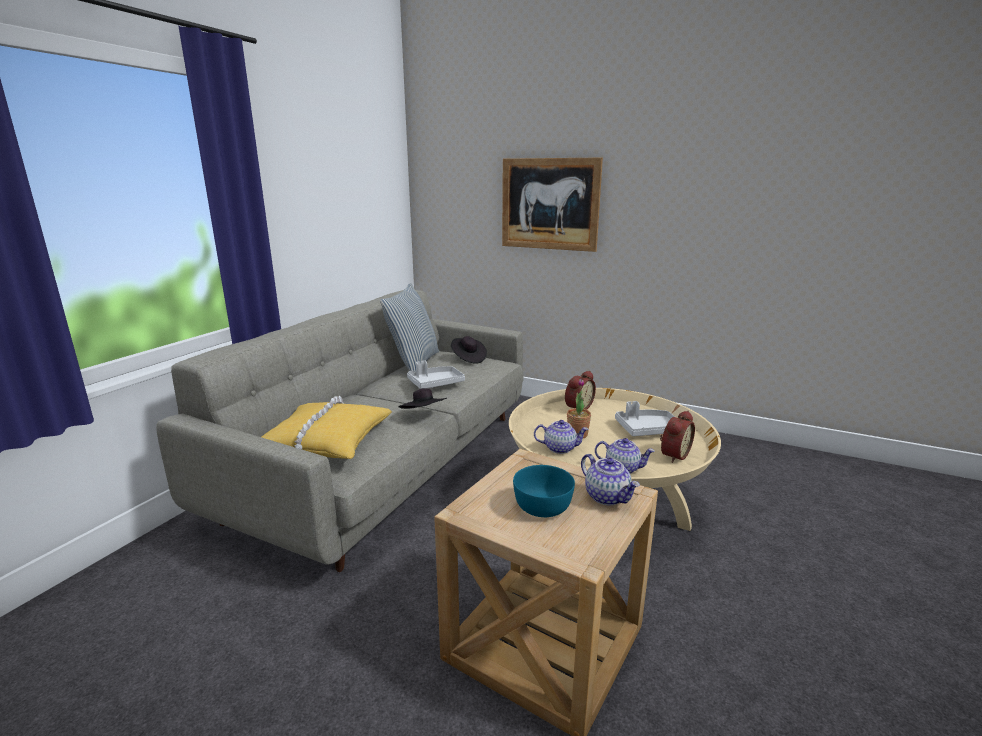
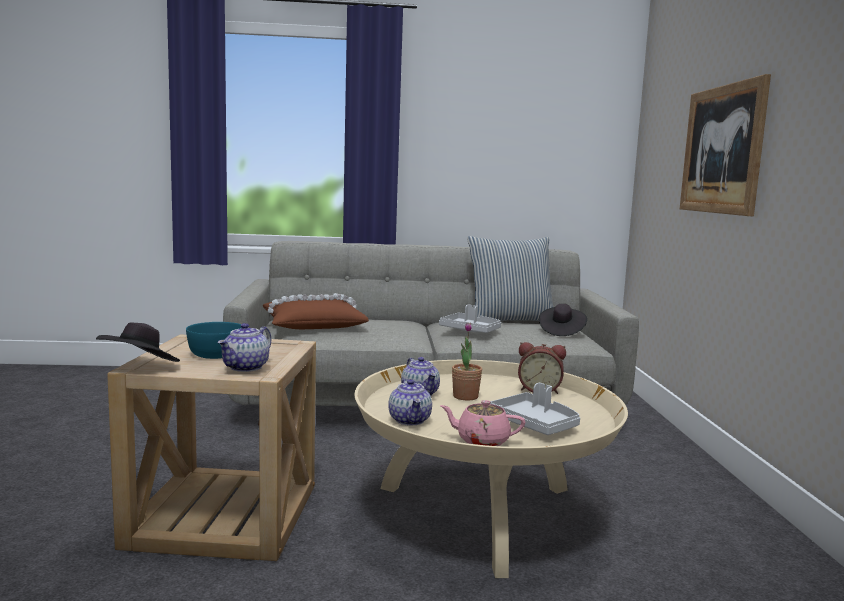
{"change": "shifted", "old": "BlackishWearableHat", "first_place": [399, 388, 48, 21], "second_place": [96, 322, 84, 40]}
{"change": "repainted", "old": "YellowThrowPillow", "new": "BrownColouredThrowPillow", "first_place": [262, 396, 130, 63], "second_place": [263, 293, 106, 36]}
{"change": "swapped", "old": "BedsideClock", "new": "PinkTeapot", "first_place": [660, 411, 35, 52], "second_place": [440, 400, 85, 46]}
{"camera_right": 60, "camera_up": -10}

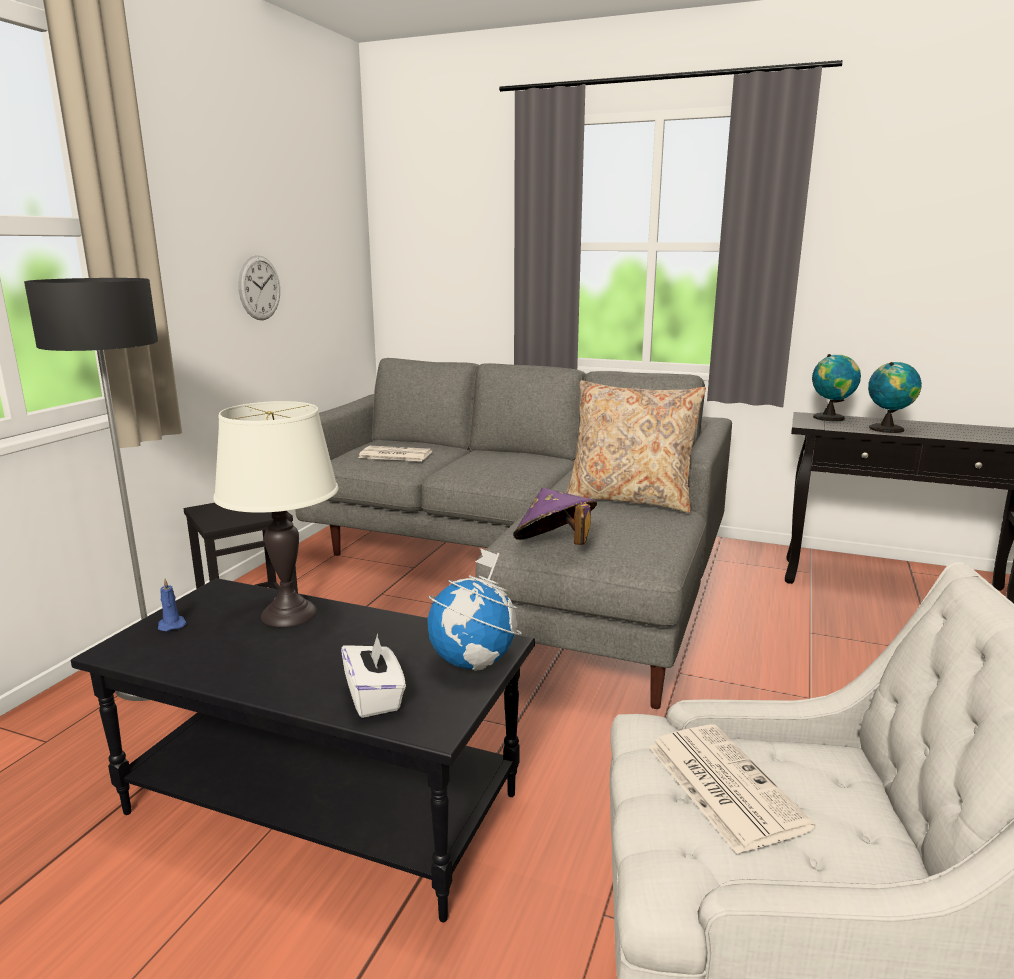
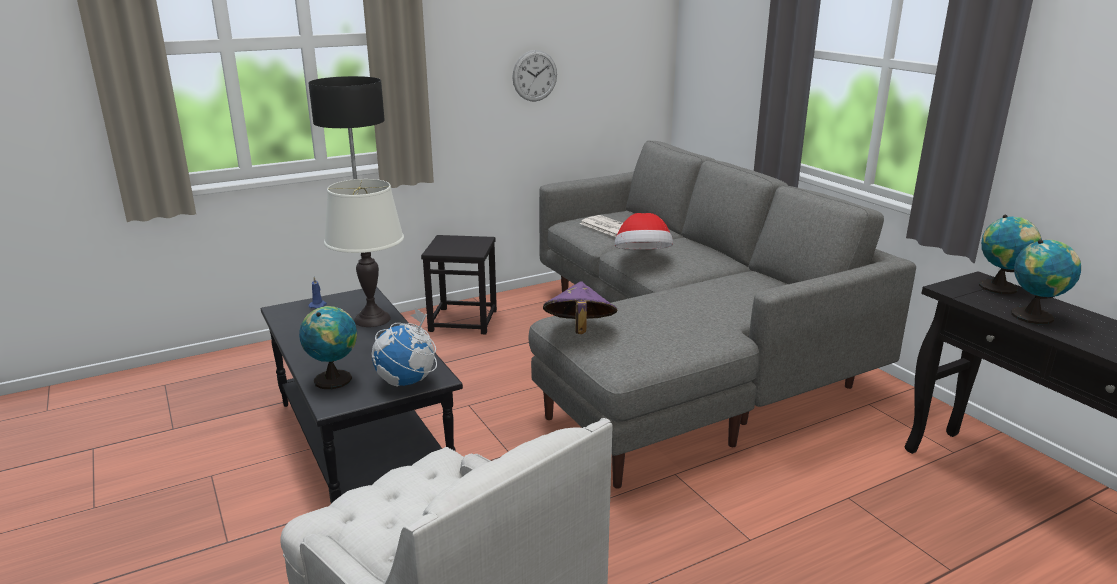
{"change": "gone", "old": "BeigeThrowPillow", "first_place": [566, 380, 140, 133]}
{"change": "swapped", "old": "WhiteBoxOfTissues", "new": "Globe", "first_place": [341, 634, 65, 84], "second_place": [299, 306, 58, 83]}
{"change": "gone", "old": "Newspaper", "first_place": [649, 724, 166, 130]}
{"change": "new", "new": "WearableHat", "second_place": [615, 213, 58, 37]}
{"camera_right": 40, "camera_up": 5}

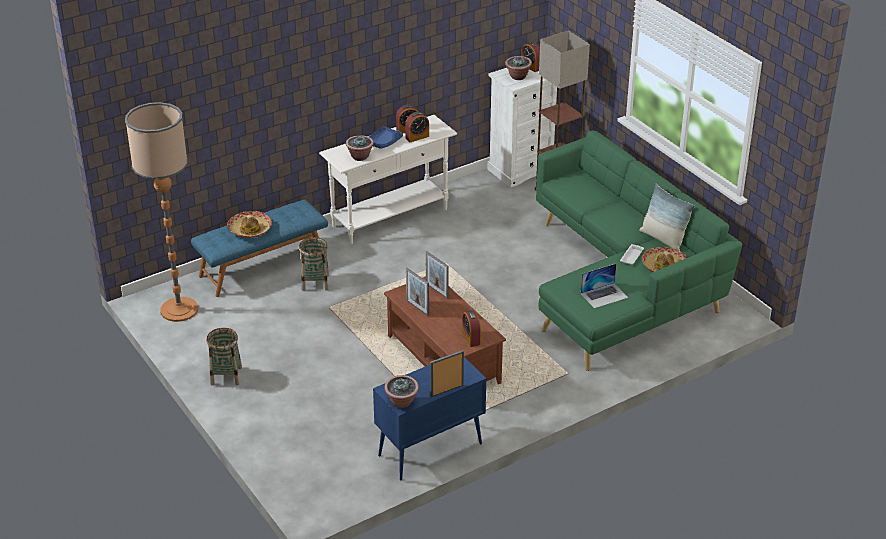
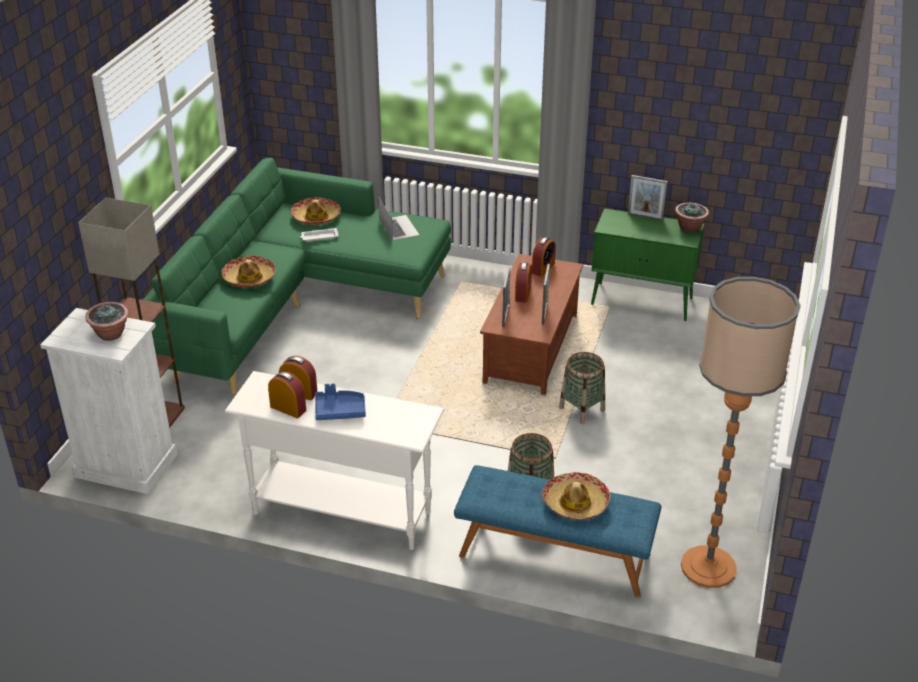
{"change": "shifted", "old": "BedsideClock", "first_place": [521, 42, 19, 30], "second_place": [515, 262, 17, 41]}
{"change": "gone", "old": "PlantInAPot", "first_place": [346, 135, 28, 26]}
{"change": "gone", "old": "ThrowPillow", "first_place": [639, 184, 56, 67]}
{"change": "rotated", "old": "NotebookComputer", "first_place": [581, 264, 47, 44], "second_place": [378, 197, 41, 44], "degrees": 45}
{"change": "shifted", "old": "StorageBasket", "first_place": [206, 328, 36, 57], "second_place": [559, 352, 46, 72]}
{"change": "repainted", "old": "BluishStorageCabinet", "new": "GreenStorageCabinet", "first_place": [373, 357, 113, 123], "second_place": [591, 208, 114, 113]}
{"change": "new", "new": "WearableHat", "second_place": [222, 256, 54, 31]}
{"camera_right": -130, "camera_up": 0}

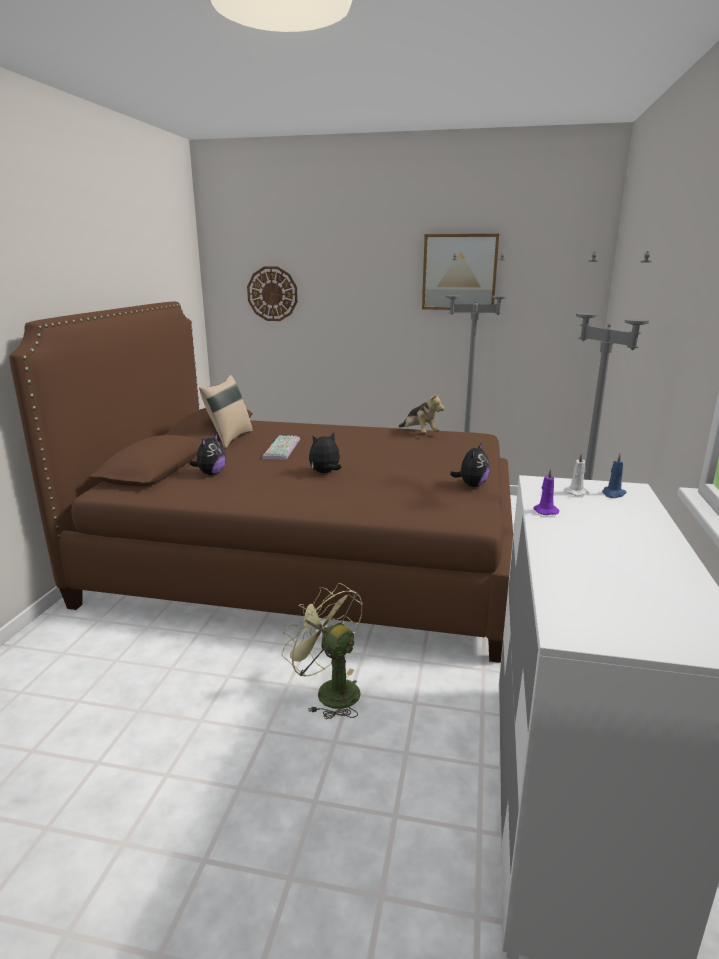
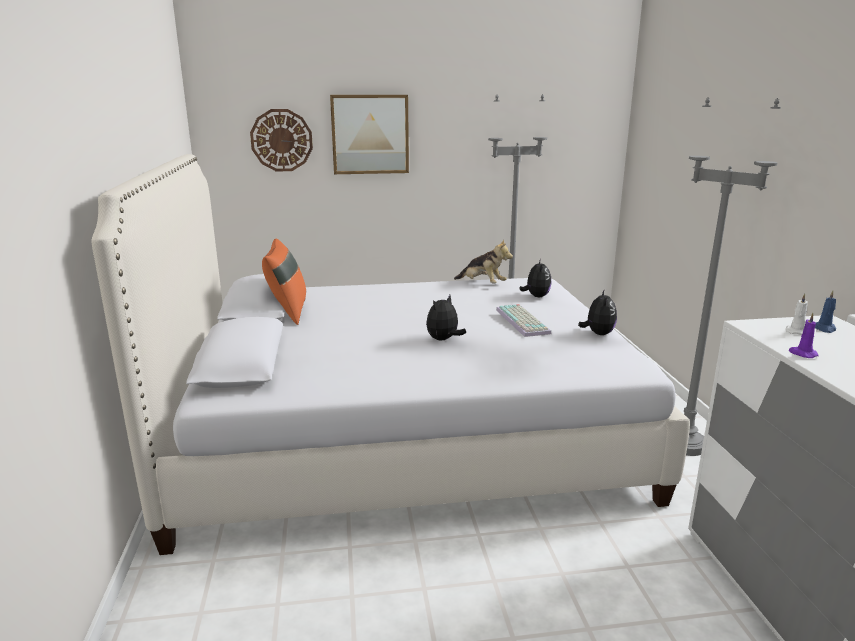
{"change": "shifted", "old": "Picture", "first_place": [422, 234, 77, 76], "second_place": [330, 95, 79, 79]}
{"change": "repainted", "old": "BrownColouredSleepingBed", "new": "WhiteSleepingBed", "first_place": [9, 301, 504, 362], "second_place": [91, 154, 599, 401]}
{"change": "repainted", "old": "BeigeThrowPillow", "new": "OrangeColouredThrowPillow", "first_place": [199, 375, 54, 73], "second_place": [262, 238, 44, 87]}
{"change": "shifted", "old": "PlushToy", "first_place": [190, 433, 36, 42], "second_place": [519, 259, 33, 38]}
{"change": "shifted", "old": "PcKeyboard", "first_place": [262, 435, 38, 25], "second_place": [496, 304, 56, 33]}
{"change": "gone", "old": "GreenElectricFan", "first_place": [282, 583, 81, 136]}
{"camera_right": -20, "camera_up": 0}

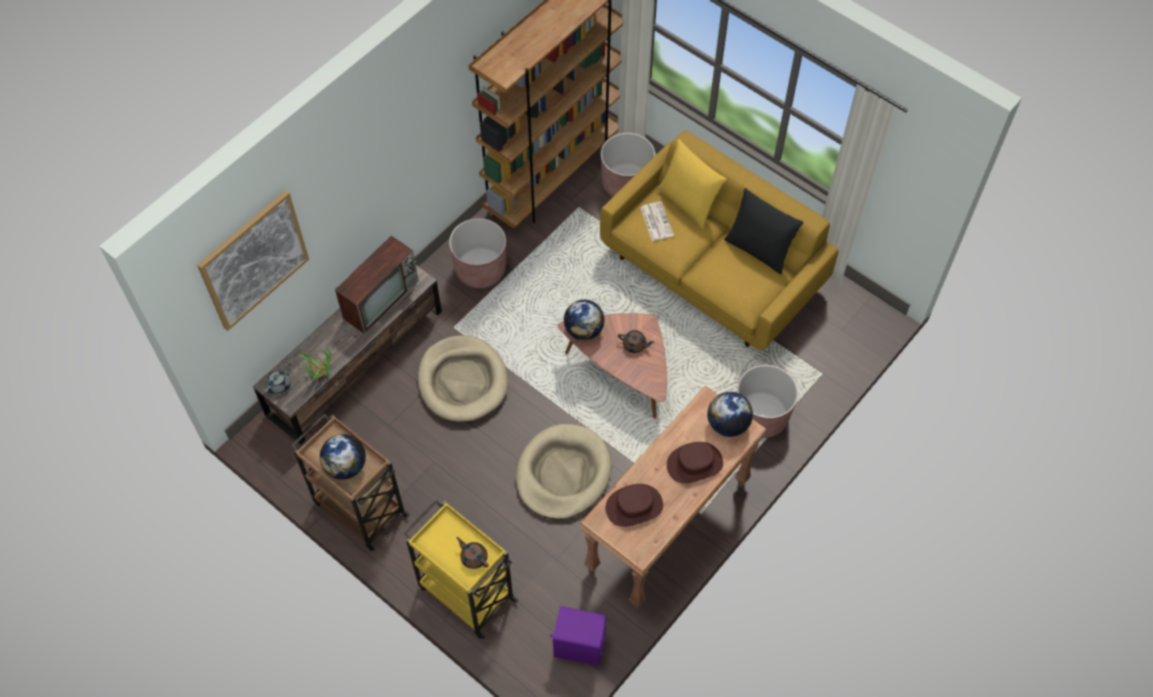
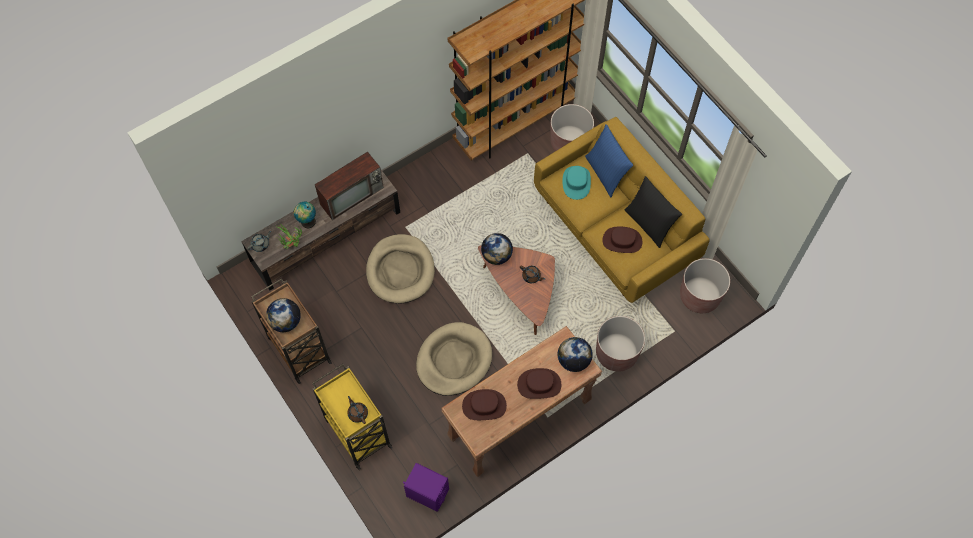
{"change": "repainted", "old": "YellowThrowPillow", "new": "BluishThrowPillow", "first_place": [657, 139, 69, 90], "second_place": [585, 124, 48, 73]}
{"change": "gone", "old": "Picture", "first_place": [197, 190, 112, 141]}
{"change": "swapped", "old": "Newspaper", "new": "TurquoiseColouredWearableHat", "first_place": [640, 202, 34, 39], "second_place": [562, 166, 29, 34]}
{"change": "shifted", "old": "BrownColouredPlantPot", "first_place": [449, 218, 57, 70], "second_place": [680, 258, 50, 55]}
{"change": "new", "new": "Globe", "second_place": [294, 202, 22, 26]}
{"change": "new", "new": "BrownColouredWearableHat", "second_place": [602, 227, 40, 26]}
{"camera_right": 15, "camera_up": 5}

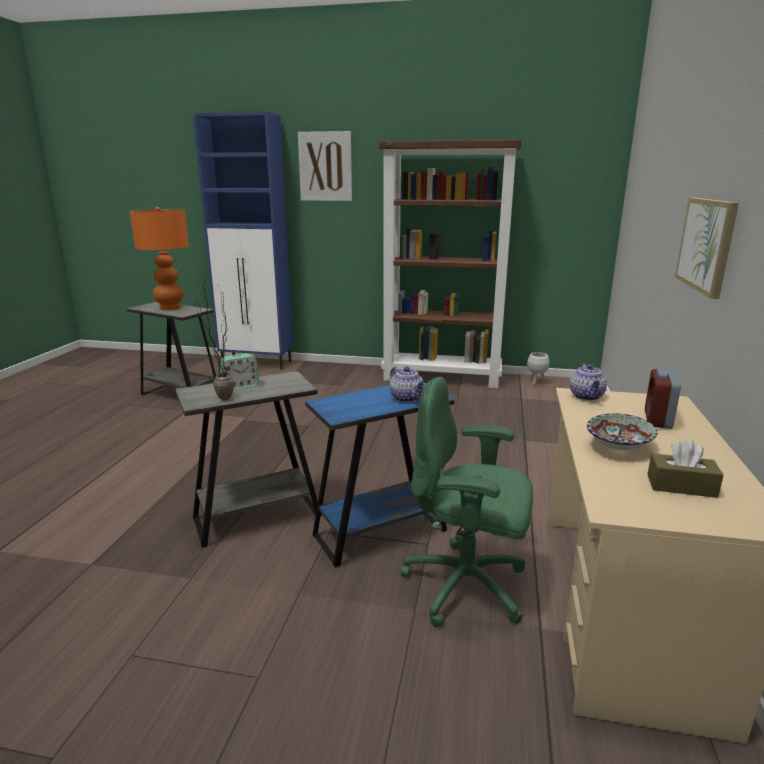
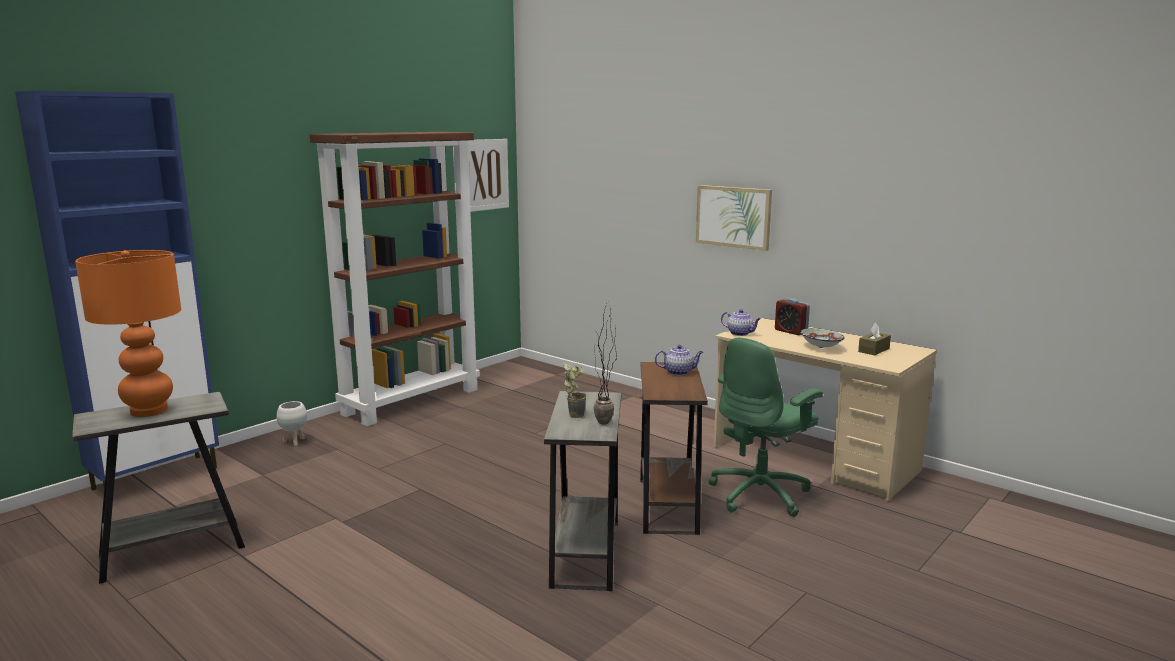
{"change": "shifted", "old": "Picture", "first_place": [298, 131, 54, 70], "second_place": [468, 139, 41, 73]}
{"change": "shifted", "old": "WhitePlantPot", "first_place": [527, 352, 23, 33], "second_place": [277, 401, 30, 45]}
{"change": "swapped", "old": "BedsideClock", "new": "PlantInAPot", "first_place": [220, 353, 39, 37], "second_place": [562, 363, 24, 55]}
{"change": "repainted", "old": "BluishSideTable", "new": "BrownColouredSideTable", "first_place": [305, 382, 150, 185], "second_place": [640, 362, 68, 173]}
{"camera_right": -60, "camera_up": -5}

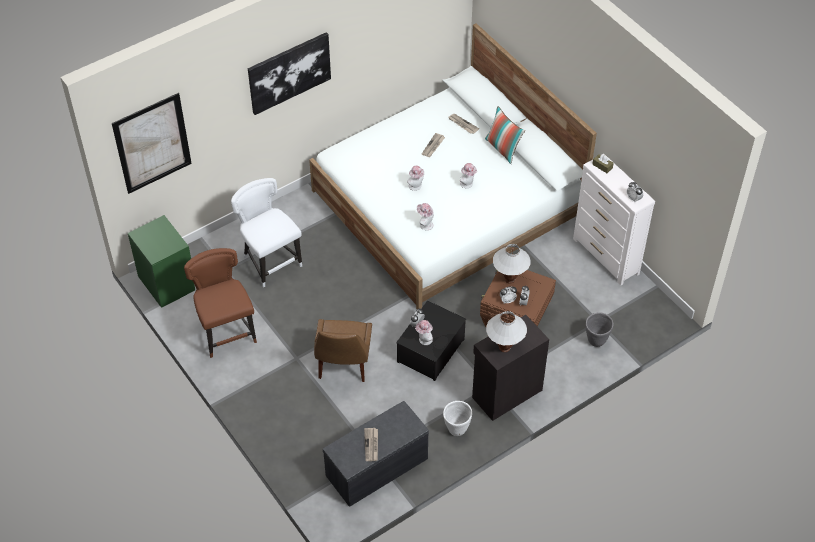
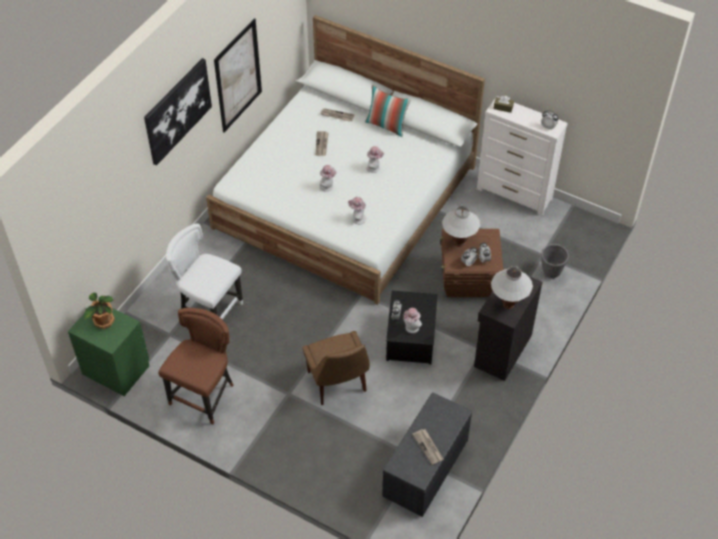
{"change": "shifted", "old": "Picture", "first_place": [112, 93, 80, 101], "second_place": [214, 18, 48, 115]}
{"change": "rotated", "old": "BrownColouredChair", "first_place": [184, 248, 73, 110], "second_place": [158, 308, 76, 117], "degrees": 75}
{"change": "gone", "old": "WhitePlantPot", "first_place": [443, 401, 29, 35]}
{"change": "new", "new": "PlantInAPot", "second_place": [84, 293, 31, 36]}
{"camera_right": -25, "camera_up": 0}

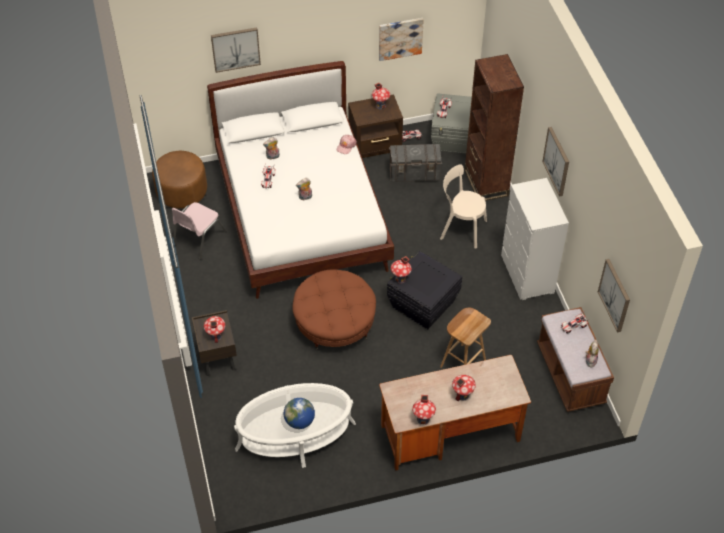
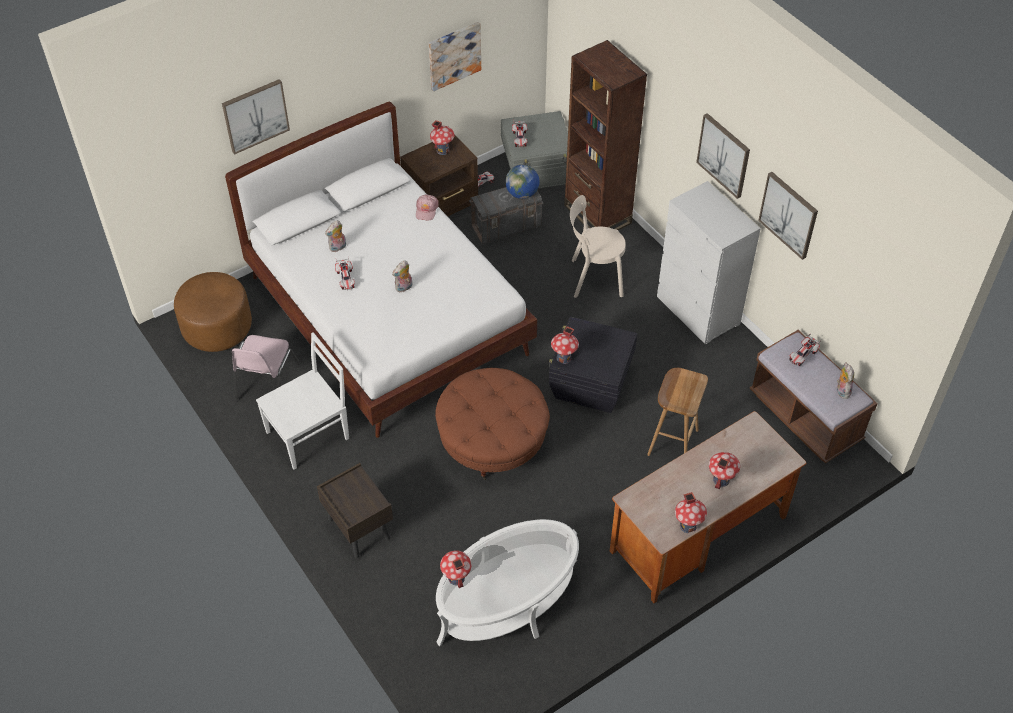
{"change": "shifted", "old": "Picture", "first_place": [598, 259, 32, 74], "second_place": [758, 172, 60, 88]}
{"change": "shifted", "old": "ToyHouse", "first_place": [204, 316, 21, 27], "second_place": [440, 550, 31, 38]}
{"change": "shifted", "old": "Globe", "first_place": [284, 398, 31, 31], "second_place": [506, 165, 33, 34]}
{"change": "new", "new": "WhiteChair", "second_place": [256, 332, 93, 138]}
{"camera_right": -20, "camera_up": 0}

